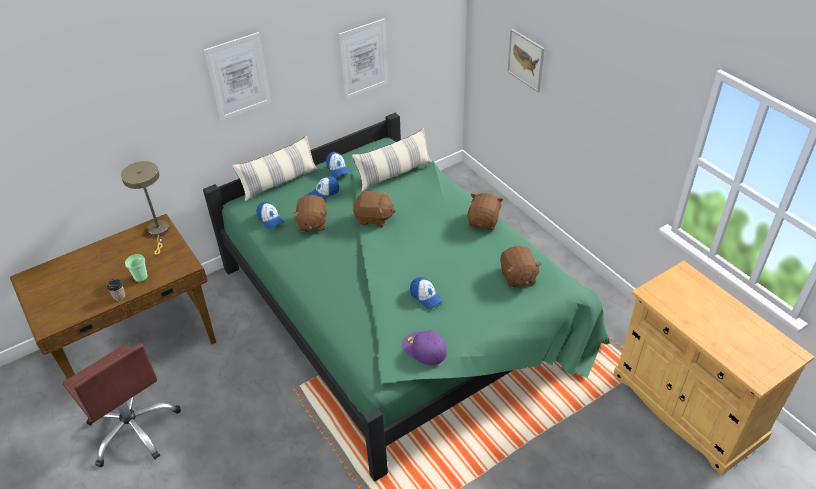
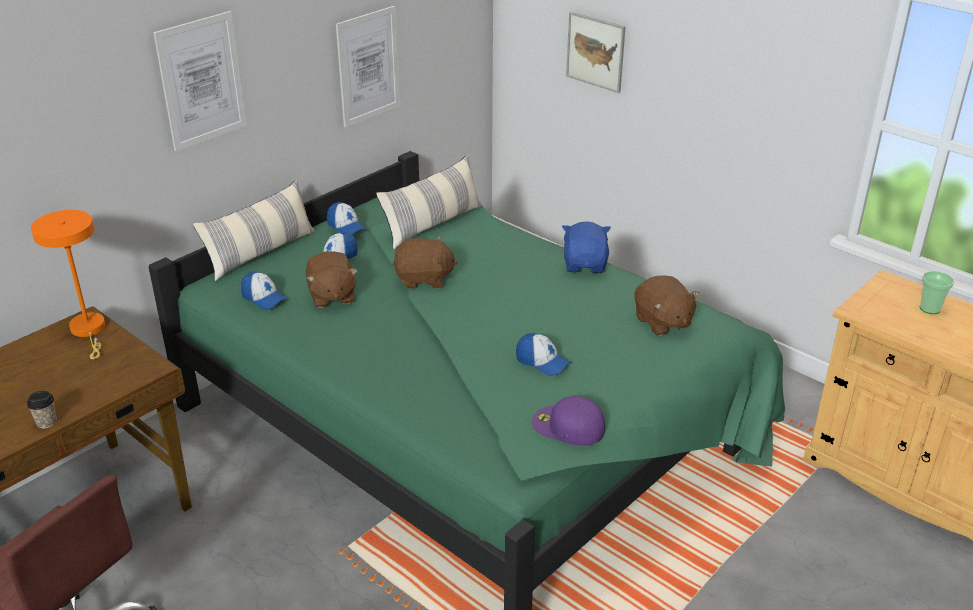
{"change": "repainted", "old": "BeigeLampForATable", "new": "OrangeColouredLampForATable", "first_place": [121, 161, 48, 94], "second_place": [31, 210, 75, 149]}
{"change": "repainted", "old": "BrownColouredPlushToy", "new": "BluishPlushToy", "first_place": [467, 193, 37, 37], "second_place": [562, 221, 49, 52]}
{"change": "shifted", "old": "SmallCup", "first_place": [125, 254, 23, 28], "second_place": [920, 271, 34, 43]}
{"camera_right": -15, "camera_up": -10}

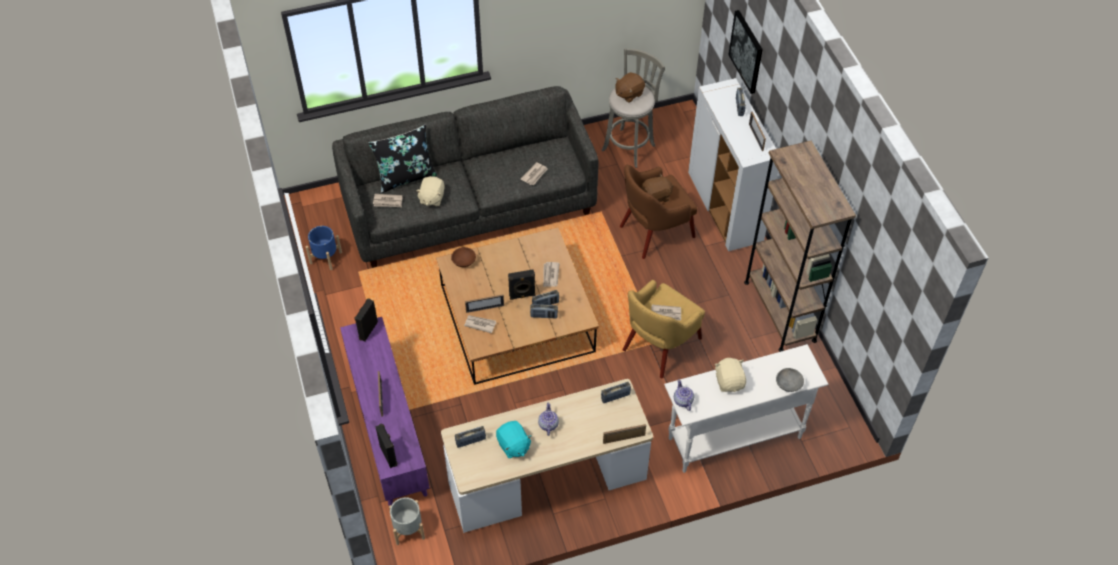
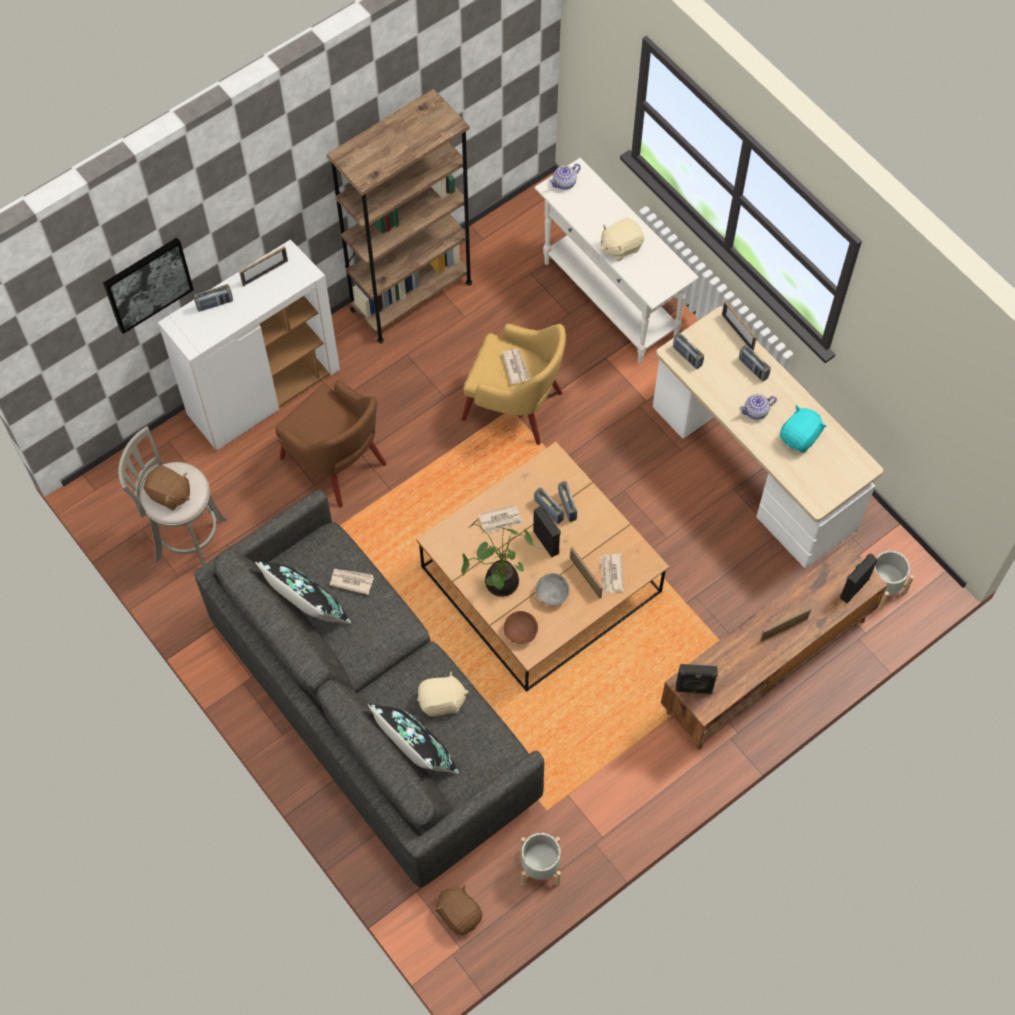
{"change": "shifted", "old": "BrownColouredPlushToy", "first_place": [641, 173, 33, 29], "second_place": [435, 885, 48, 50]}
{"change": "gone", "old": "Newspaper", "first_place": [373, 194, 29, 13]}
{"change": "repainted", "old": "BluishPlantPot", "new": "GrayPlantPot", "first_place": [306, 226, 36, 44], "second_place": [521, 833, 40, 53]}
{"change": "repainted", "old": "PurpleMediaConsole", "new": "BrownColouredMediaConsole", "first_place": [340, 317, 90, 189], "second_place": [661, 544, 227, 206]}
{"change": "shifted", "old": "GrayServingBowl", "first_place": [776, 368, 28, 24], "second_place": [536, 573, 34, 33]}
{"change": "shifted", "old": "Teapot", "first_place": [674, 379, 20, 32], "second_place": [549, 164, 32, 26]}
{"change": "shifted", "old": "RadioSet", "first_place": [455, 426, 31, 22], "second_place": [739, 345, 32, 36]}
{"change": "new", "new": "PlantInAPot", "second_place": [461, 519, 73, 78]}
{"change": "new", "new": "BlackishThrowPillow", "second_place": [255, 561, 97, 63]}
{"camera_right": -110, "camera_up": 10}

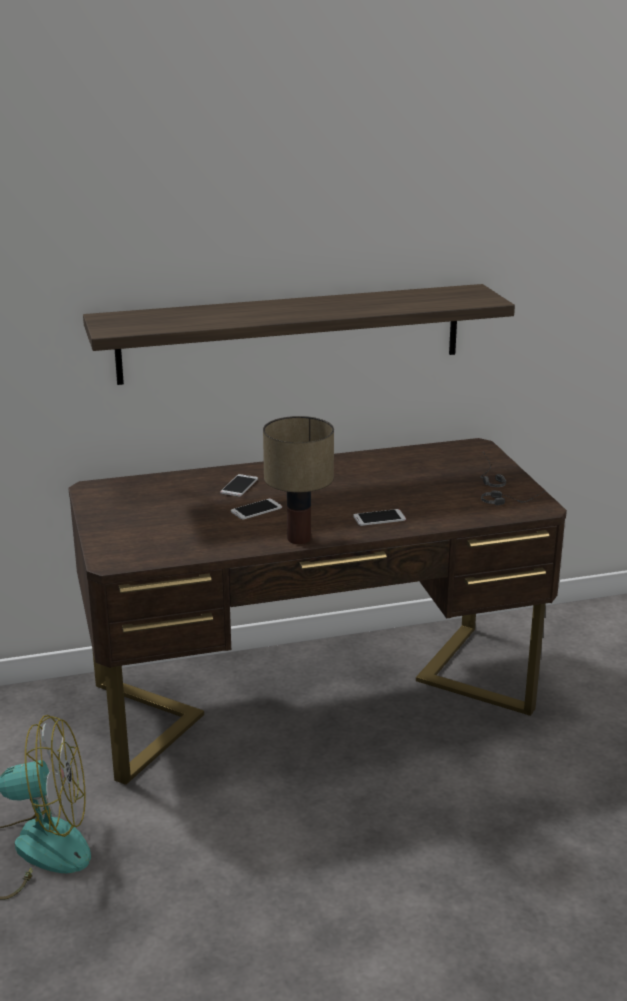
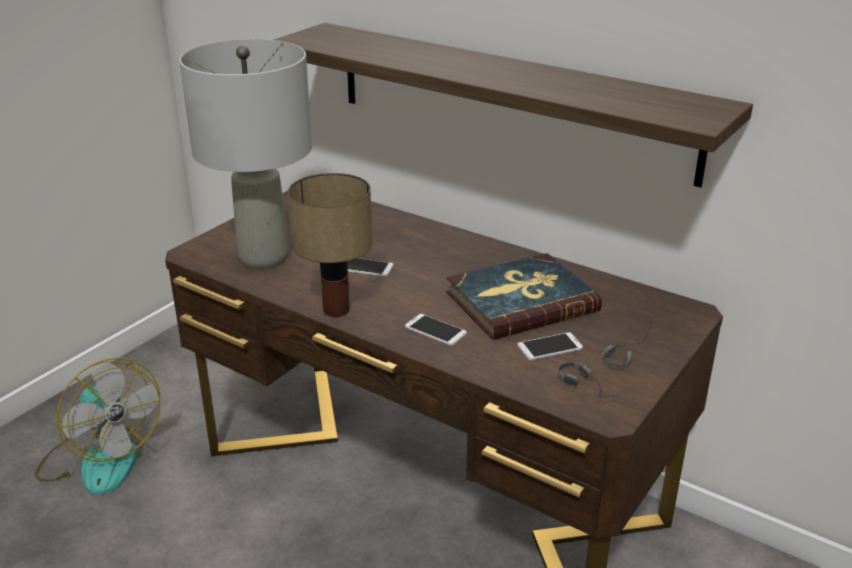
{"change": "shifted", "old": "Phone", "first_place": [220, 474, 38, 23], "second_place": [517, 332, 66, 28]}
{"change": "new", "new": "GrayLampForATable", "second_place": [179, 39, 133, 230]}
{"change": "new", "new": "BoundBook", "second_place": [447, 253, 155, 87]}
{"camera_right": 50, "camera_up": 5}

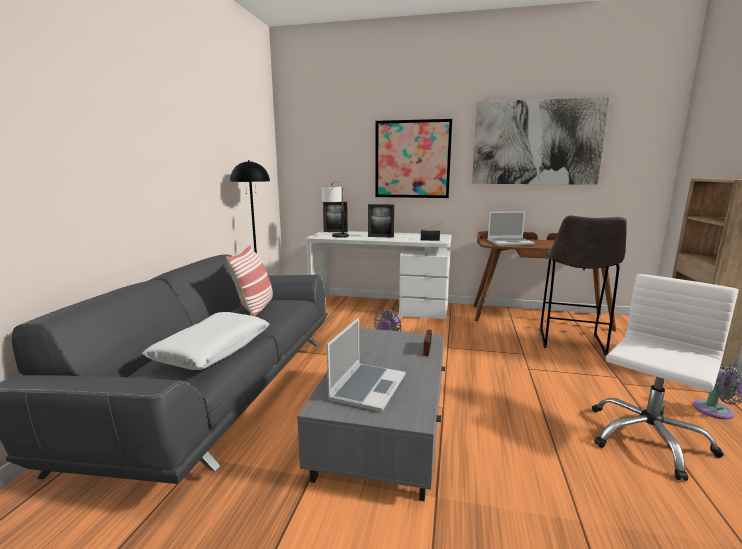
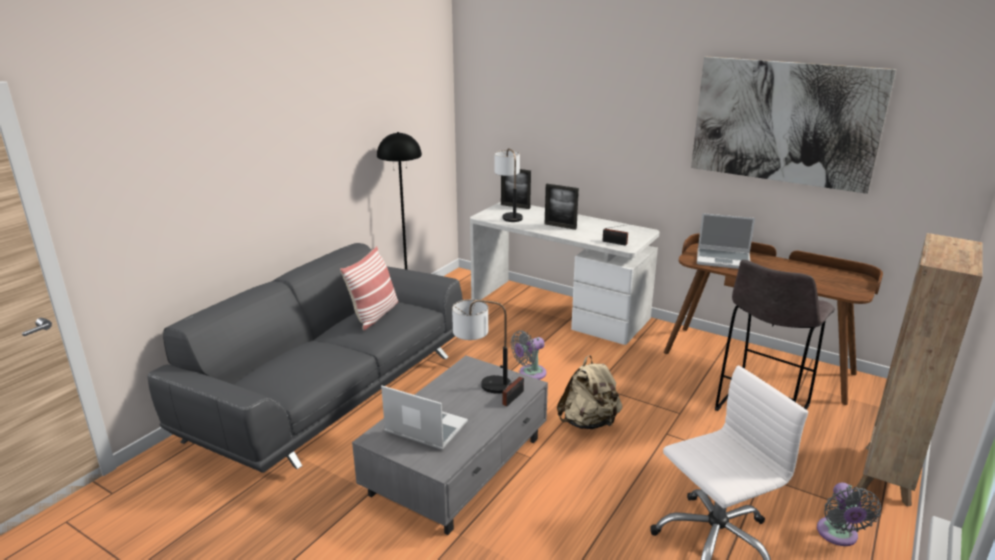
{"change": "gone", "old": "Picture", "first_place": [375, 119, 77, 79]}
{"change": "gone", "old": "WhiteThrowPillow", "first_place": [142, 312, 128, 58]}
{"change": "rotated", "old": "NotebookComputer", "first_place": [327, 318, 79, 94], "second_place": [381, 386, 87, 64], "degrees": -105}
{"change": "new", "new": "LampForATable", "second_place": [452, 299, 59, 95]}
{"change": "new", "new": "BeigeRucksack", "second_place": [557, 355, 65, 74]}
{"camera_right": 20, "camera_up": 10}

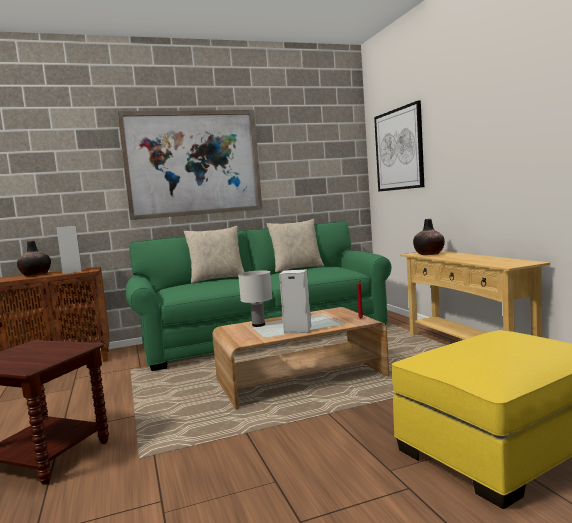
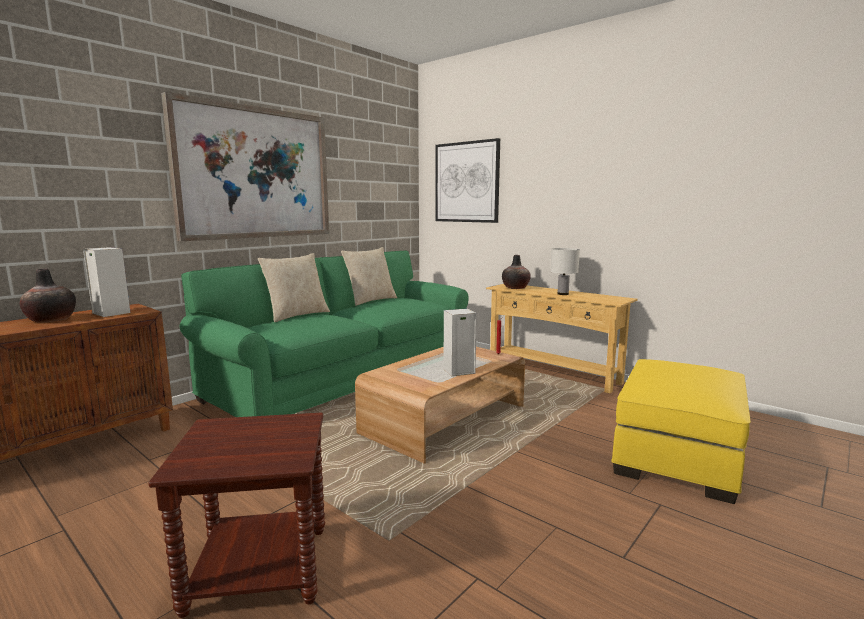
{"change": "shifted", "old": "WhiteLampForATable", "first_place": [238, 270, 34, 57], "second_place": [550, 248, 30, 47]}
{"camera_right": -30, "camera_up": 5}

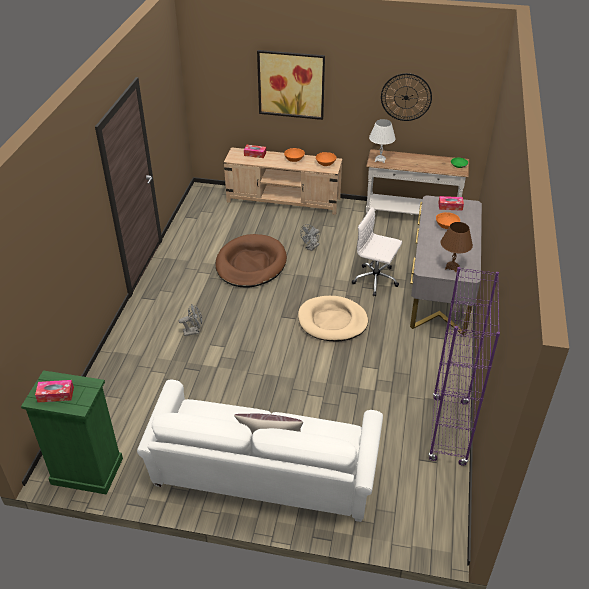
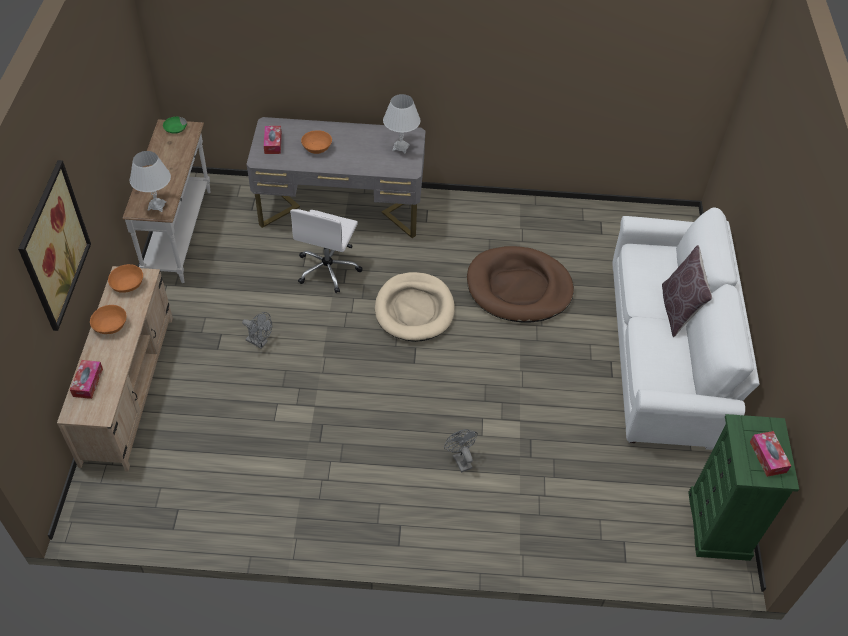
{"change": "gone", "old": "HangingClock", "first_place": [381, 73, 51, 48]}
{"change": "repainted", "old": "BrownColouredLampForATable", "new": "WhiteLampForATable", "first_place": [441, 222, 32, 50], "second_place": [383, 94, 37, 59]}
{"change": "shifted", "old": "BrownColouredPetBed", "first_place": [215, 234, 72, 54], "second_place": [467, 246, 107, 77]}
{"change": "gone", "old": "PurpleBookcase", "first_place": [428, 267, 72, 199]}
{"camera_right": -100, "camera_up": 10}

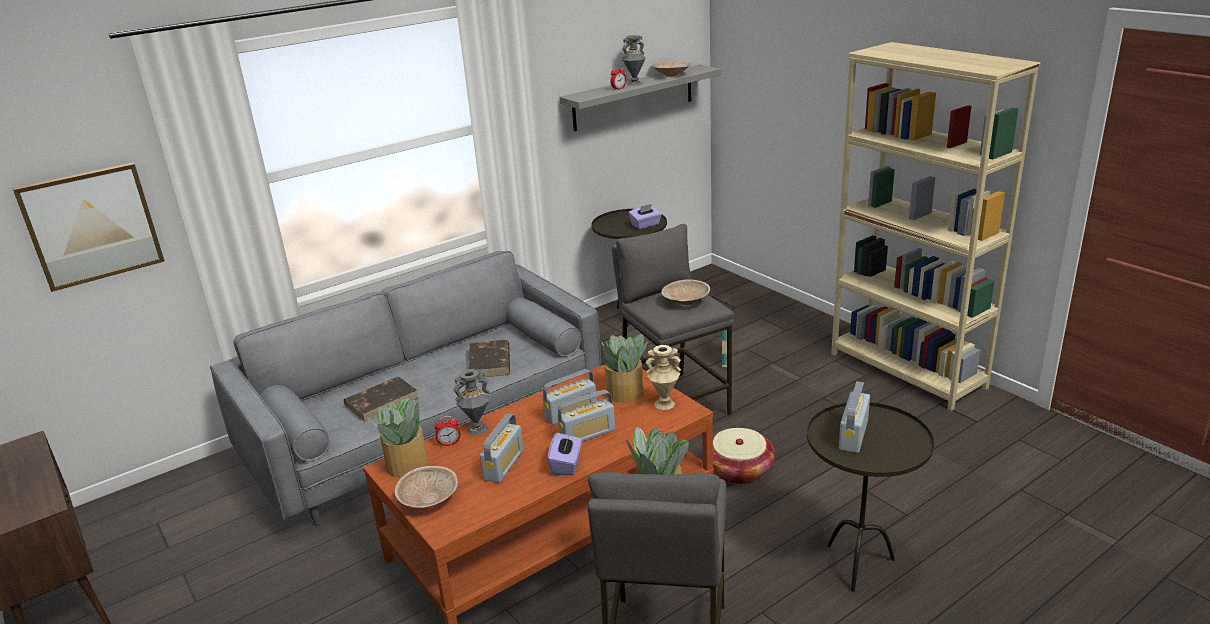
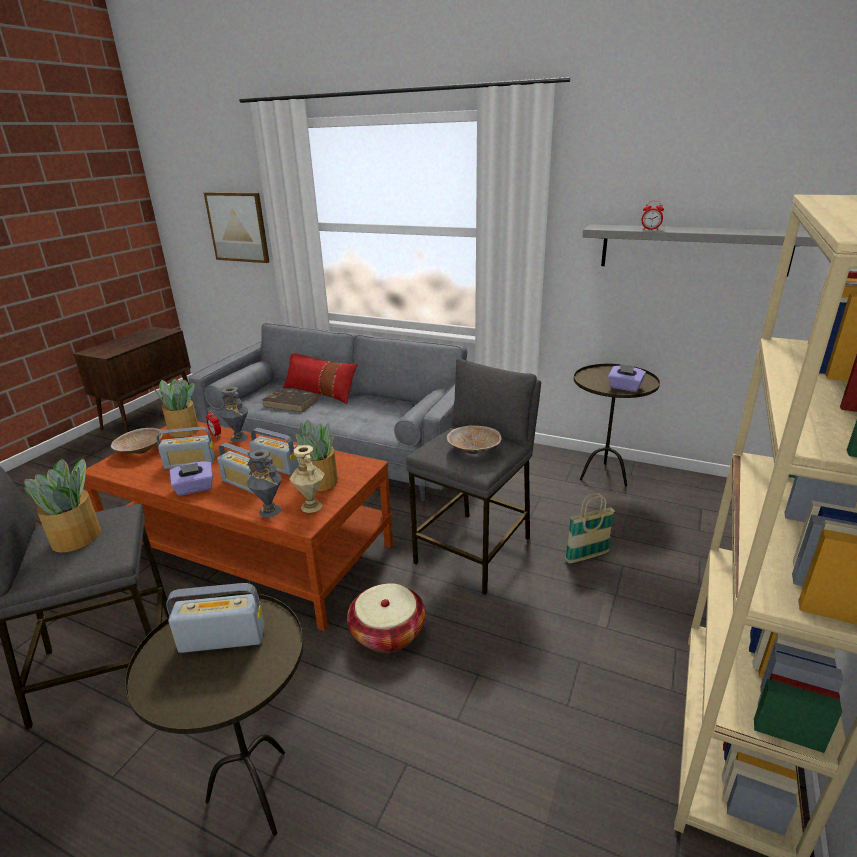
{"change": "shifted", "old": "GrayDecorativeVase", "first_place": [622, 35, 24, 51], "second_place": [247, 449, 35, 68]}
{"change": "gone", "old": "BeigeServingBowl", "first_place": [652, 60, 39, 17]}
{"change": "gone", "old": "BrownColouredBoundBook", "first_place": [469, 340, 41, 38]}
{"change": "new", "new": "ReddishThrowPillow", "second_place": [283, 353, 75, 51]}
{"camera_right": 60, "camera_up": 0}

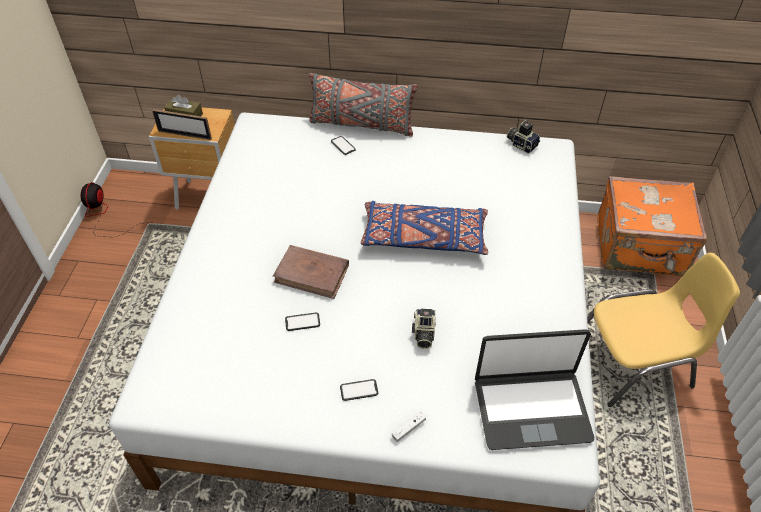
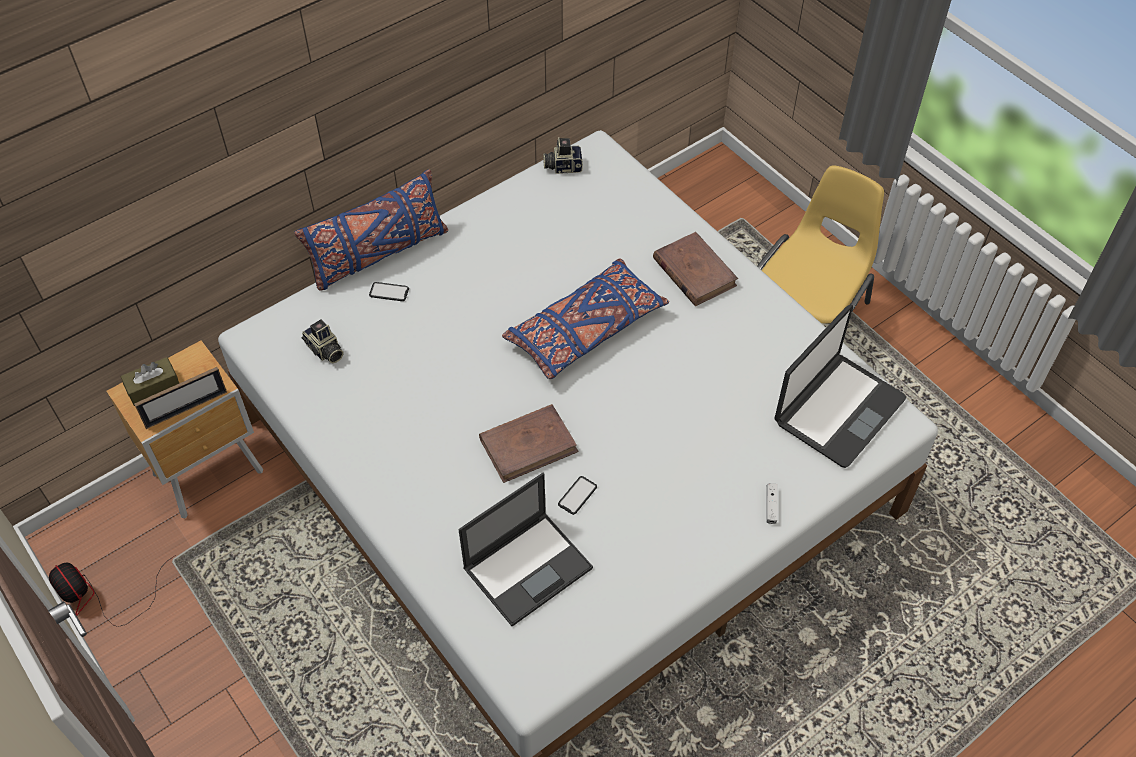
{"change": "repainted", "old": "GrayThrowPillow", "new": "BluishThrowPillow", "first_place": [309, 73, 108, 64], "second_place": [294, 169, 154, 122]}
{"change": "gone", "old": "OrangeColouredSuitcase", "first_place": [597, 176, 110, 100]}
{"change": "shifted", "old": "StillCamera", "first_place": [412, 309, 24, 40], "second_place": [301, 319, 42, 44]}
{"change": "gone", "old": "Phone", "first_place": [340, 379, 38, 22]}
{"change": "new", "new": "BrownColouredBoundBook", "second_place": [653, 232, 85, 74]}
{"change": "new", "new": "NotebookComputer", "second_place": [458, 473, 135, 154]}
{"camera_right": -45, "camera_up": 5}

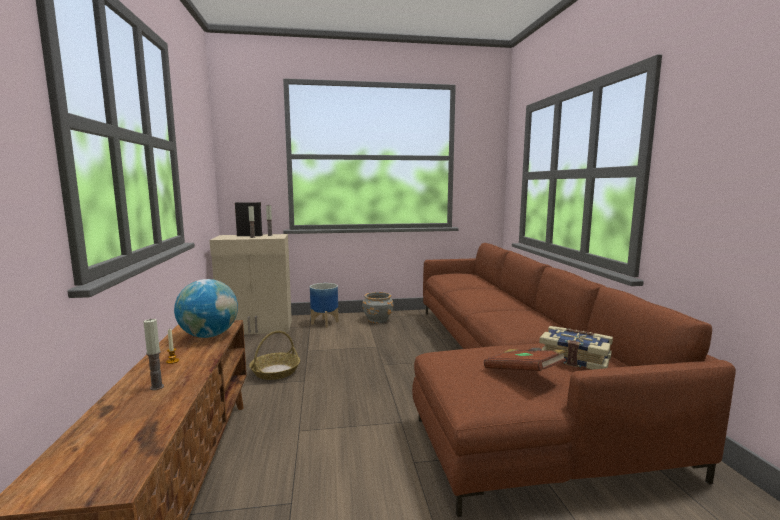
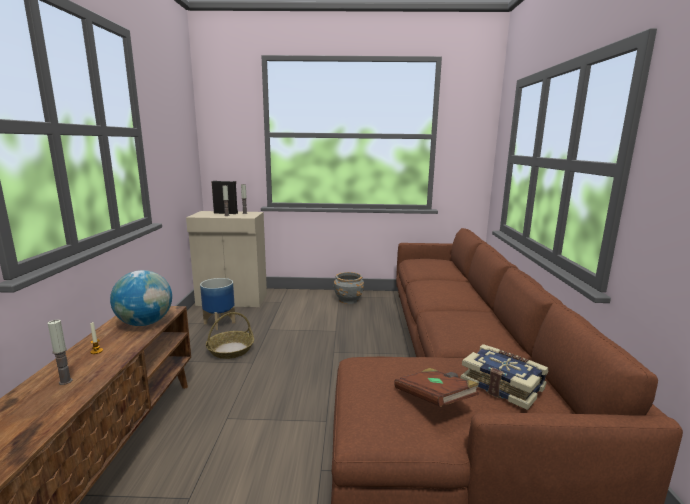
{"change": "shifted", "old": "PlantPot", "first_place": [310, 283, 29, 45], "second_place": [200, 278, 36, 52]}
{"camera_right": 10, "camera_up": 5}

